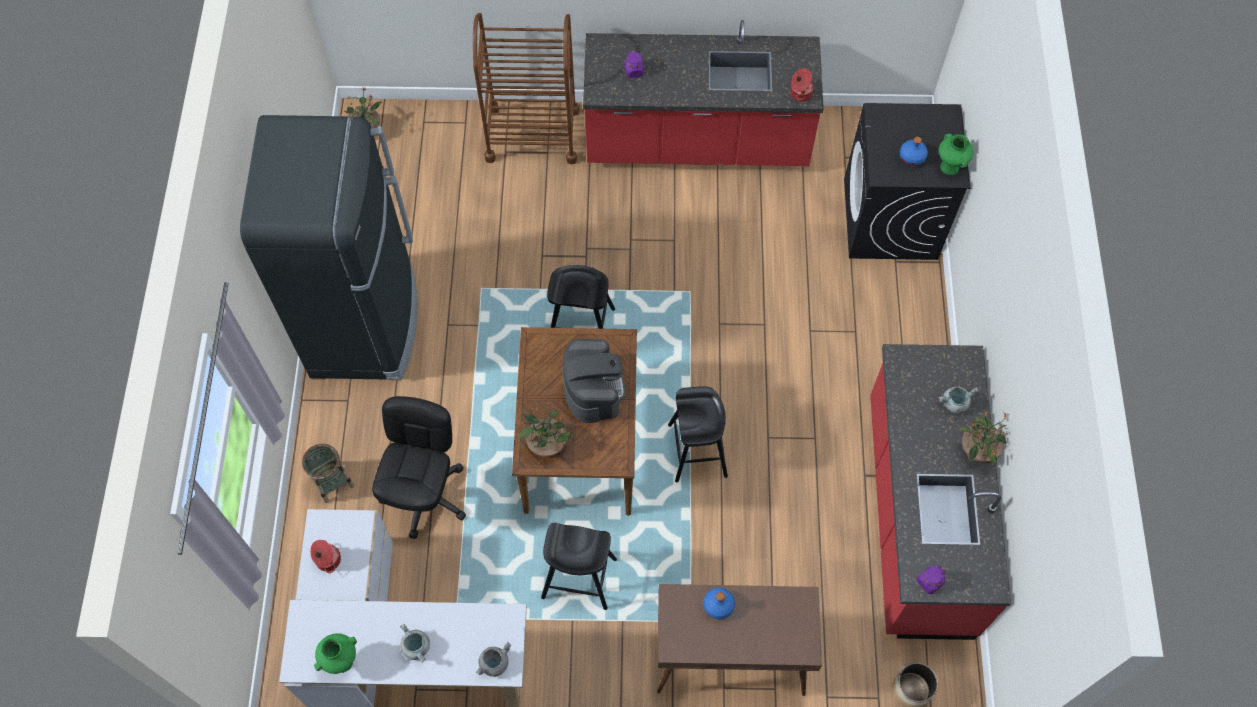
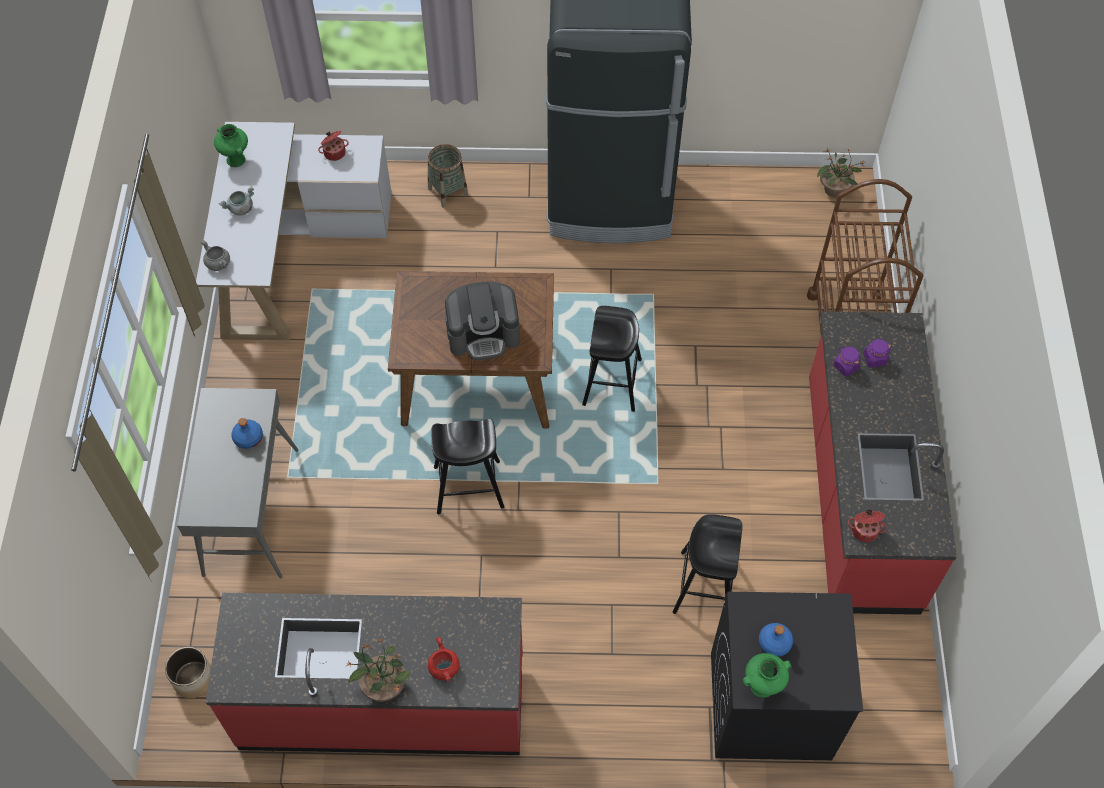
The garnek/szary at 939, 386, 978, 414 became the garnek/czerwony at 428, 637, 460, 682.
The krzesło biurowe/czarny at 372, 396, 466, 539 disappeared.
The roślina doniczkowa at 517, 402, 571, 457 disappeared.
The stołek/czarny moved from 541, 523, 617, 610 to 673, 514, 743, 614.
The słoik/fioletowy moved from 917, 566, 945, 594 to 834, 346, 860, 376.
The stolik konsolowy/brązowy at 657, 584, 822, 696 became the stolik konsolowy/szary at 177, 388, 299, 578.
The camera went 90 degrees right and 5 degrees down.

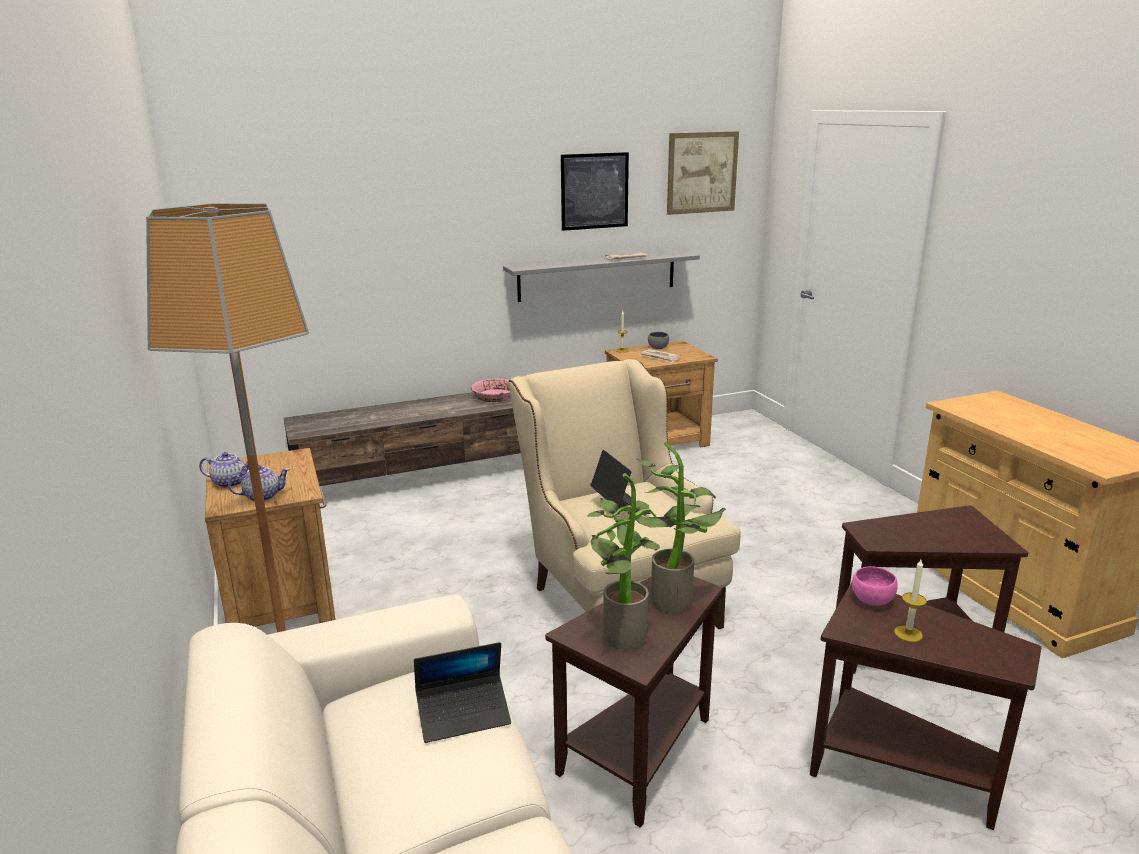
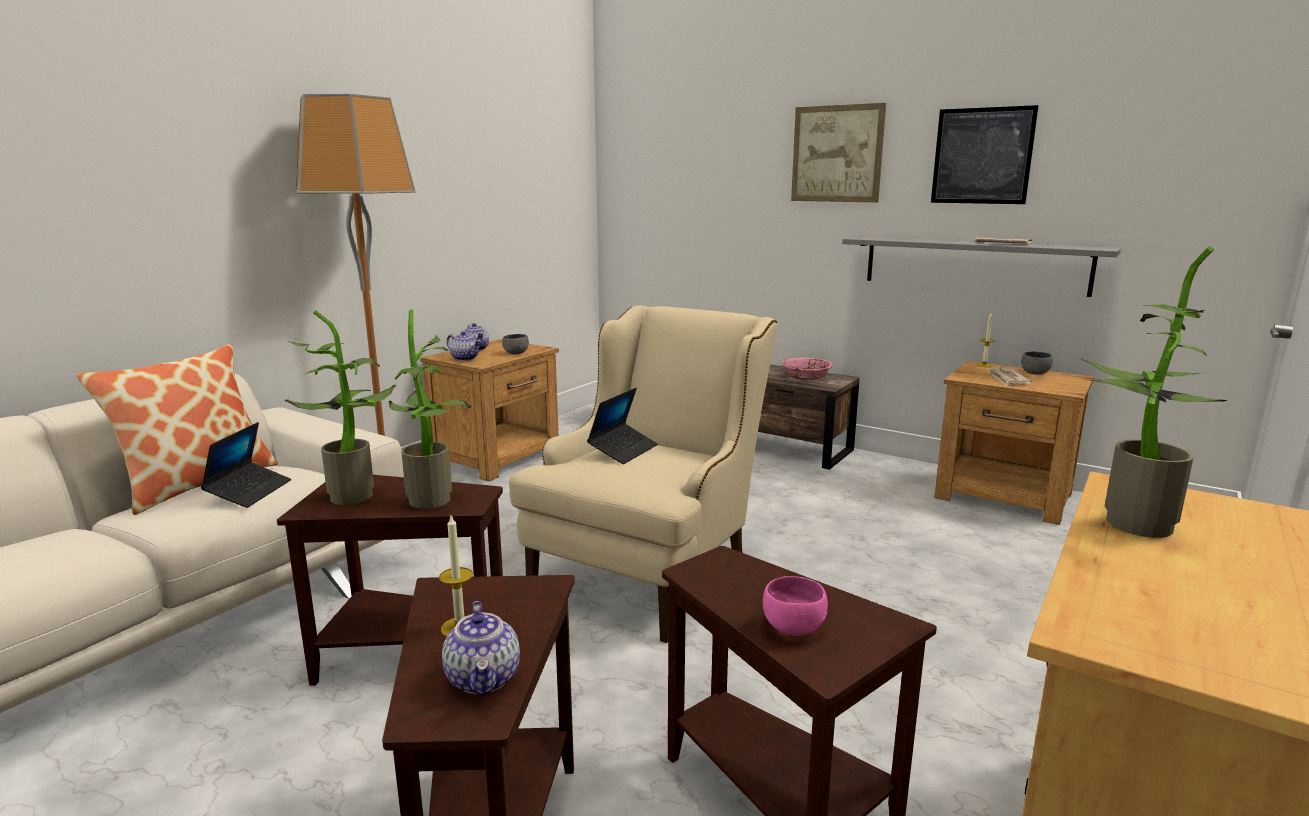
The obraz moved from 667, 131, 739, 215 to 791, 103, 886, 202.
The miska/różowy moved from 852, 566, 898, 606 to 763, 576, 828, 636.
The laptop at 414, 642, 511, 743 turned 120 degrees counterclockwise.
The roślina doniczkowa at 1080, 246, 1228, 538 appeared.
The miska/szary at 502, 334, 529, 354 appeared.
The poduszka at 76, 344, 278, 515 appeared.
The imbryk at 442, 601, 520, 696 appeared.
The camera went 55 degrees right and 5 degrees down.

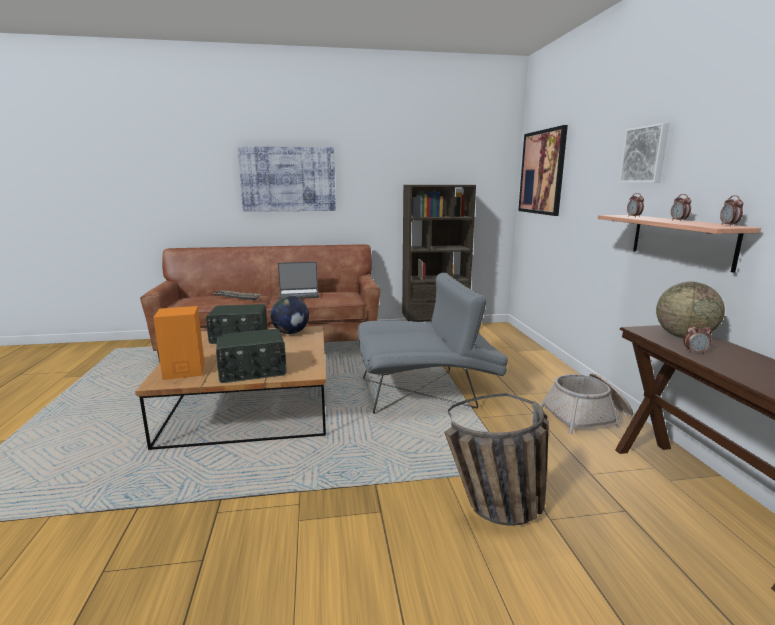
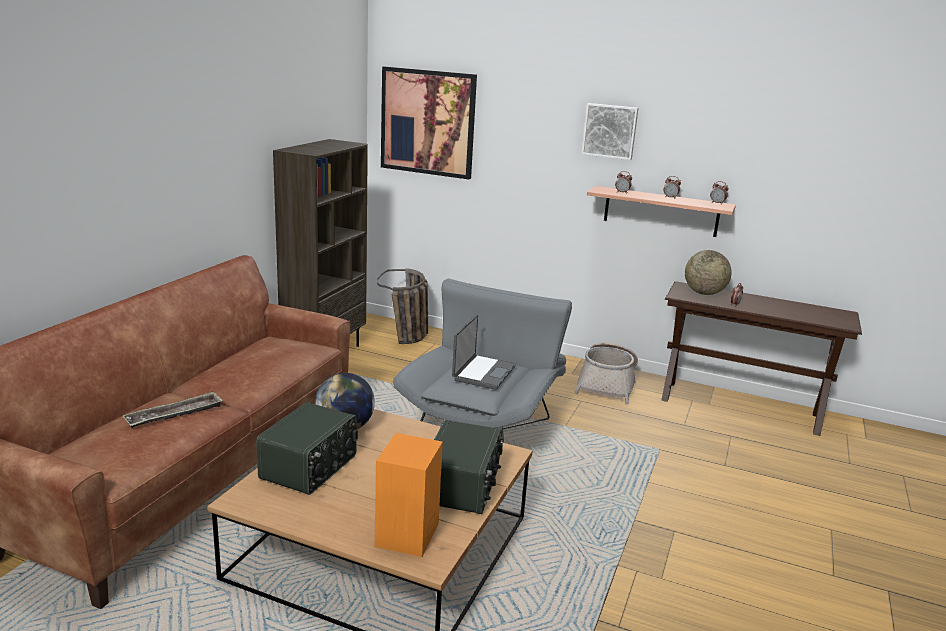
The obraz at 237, 146, 336, 212 disappeared.
The laptop moved from 278, 262, 319, 299 to 452, 315, 516, 390.
The koszyk moved from 444, 393, 549, 526 to 377, 268, 428, 344.
The camera went 60 degrees left and 5 degrees up.

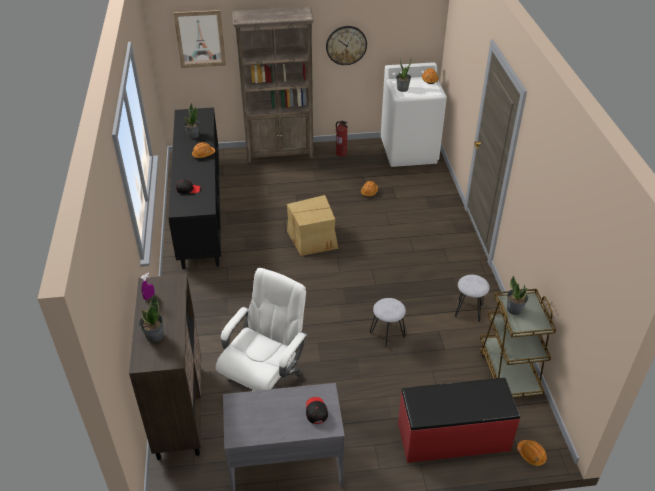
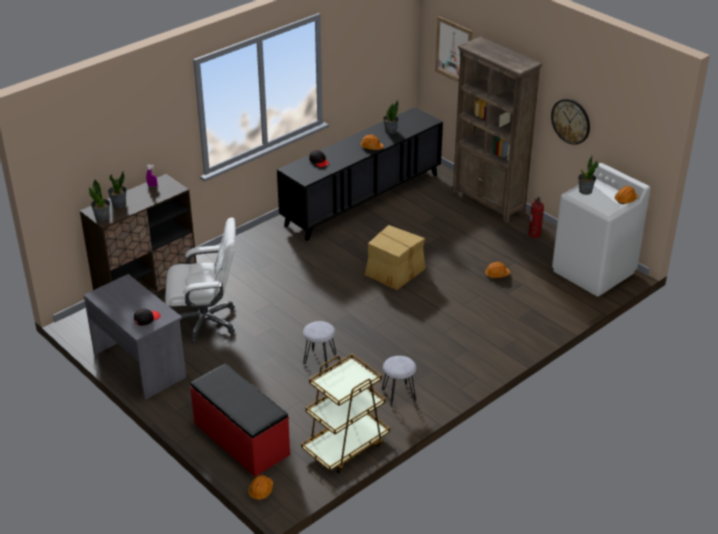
The roślina doniczkowa moved from 507, 276, 528, 315 to 89, 179, 110, 222.
The camera went 55 degrees right and 5 degrees down.

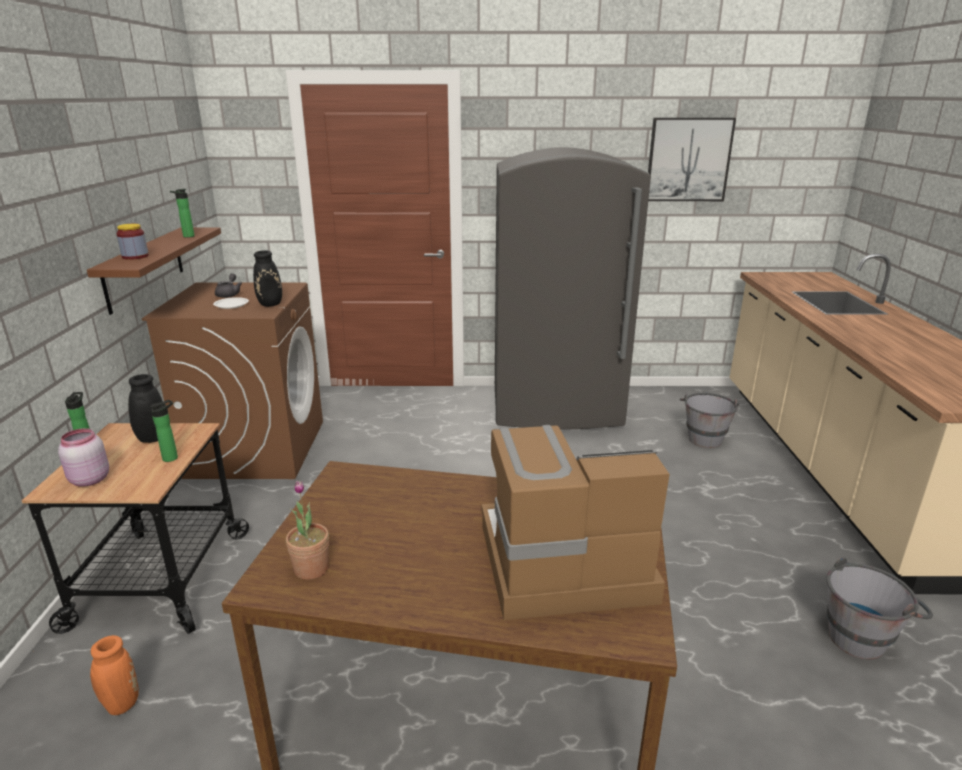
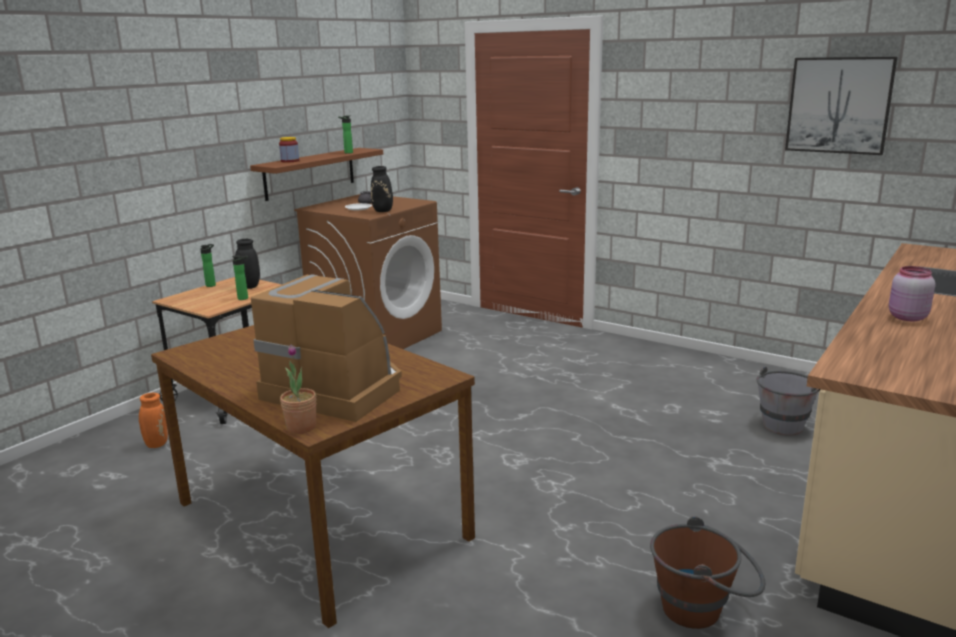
The lodówka/szary at 495, 147, 651, 429 disappeared.
The słoik/różowy moved from 58, 428, 109, 487 to 889, 266, 935, 321.
The roślina doniczkowa moved from 286, 480, 329, 580 to 280, 344, 316, 434.
The wiadro/szary at 826, 557, 933, 659 became the wiadro/brązowy at 650, 516, 765, 629.
The camera went 35 degrees right and 5 degrees down.

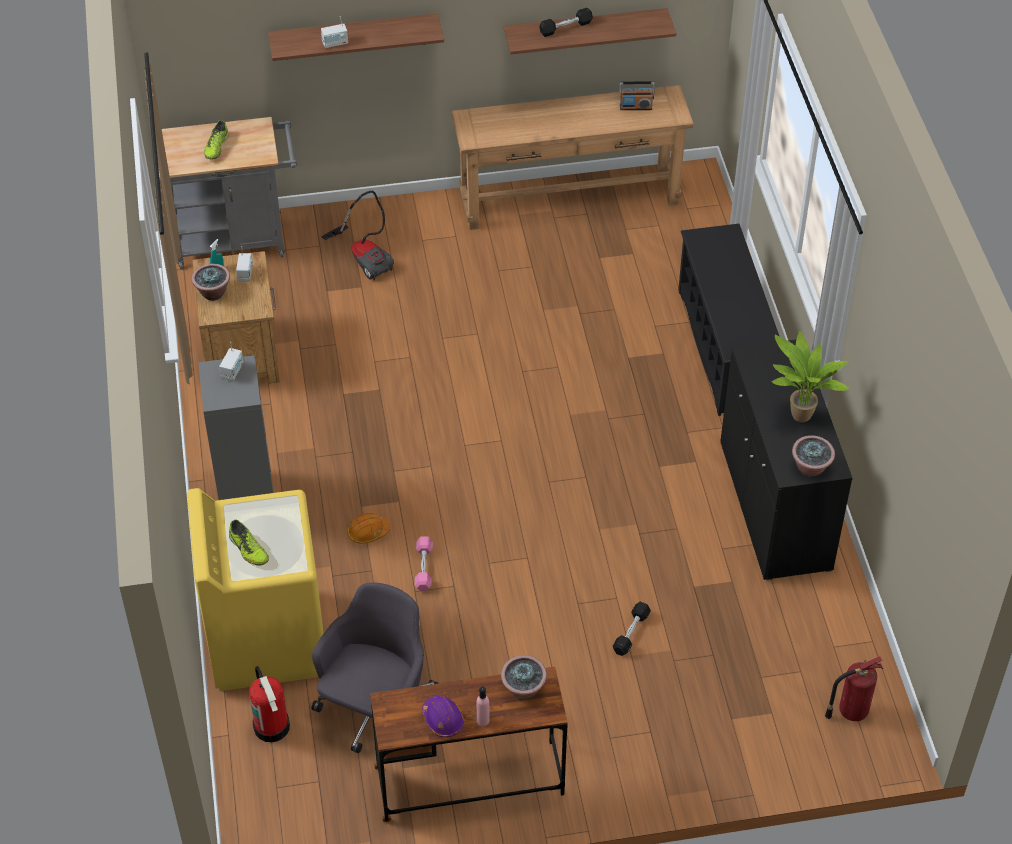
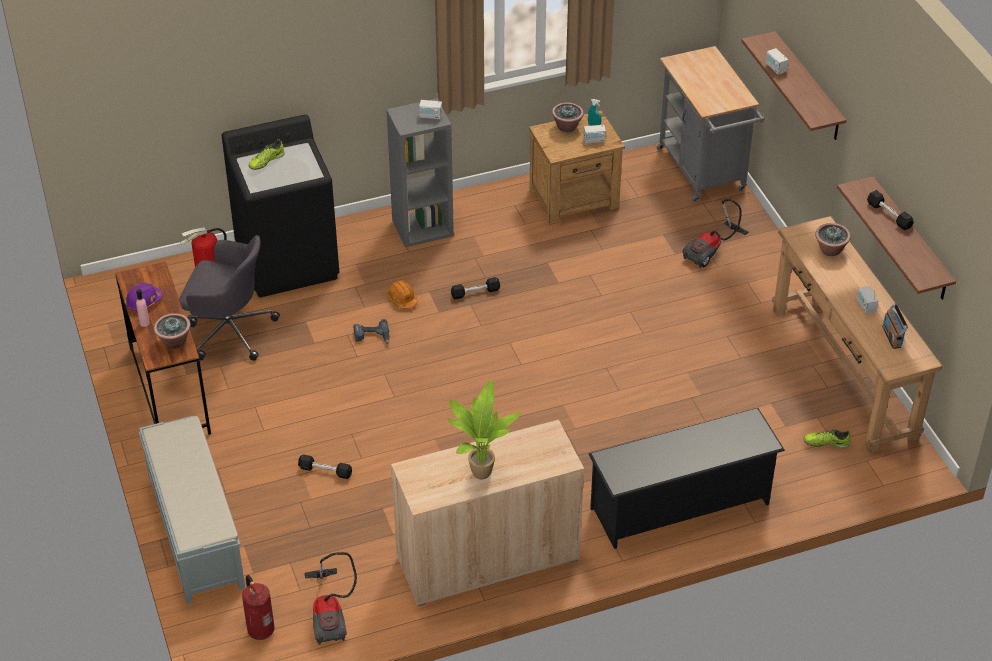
The but moved from 204, 120, 229, 160 to 804, 429, 851, 448.
The szafka/czarny at 720, 339, 852, 581 became the szafka/beżowy at 391, 420, 584, 606.
The roślina doniczkowa moved from 792, 435, 835, 477 to 815, 223, 851, 256.
The pralka/żółty at 187, 488, 324, 691 became the pralka/czarny at 221, 115, 339, 297.
The hantel/różowy at 415, 537, 433, 591 was replaced by the wiertarka at 353, 319, 390, 344.
The hantel/czarny at 451, 277, 500, 299 appeared.
The radio at 857, 286, 878, 314 appeared.
The ławka/szary at 139, 416, 245, 604 appeared.
The odkurzacz at 304, 552, 357, 644 appeared.
The camera went 80 degrees right and 5 degrees down.

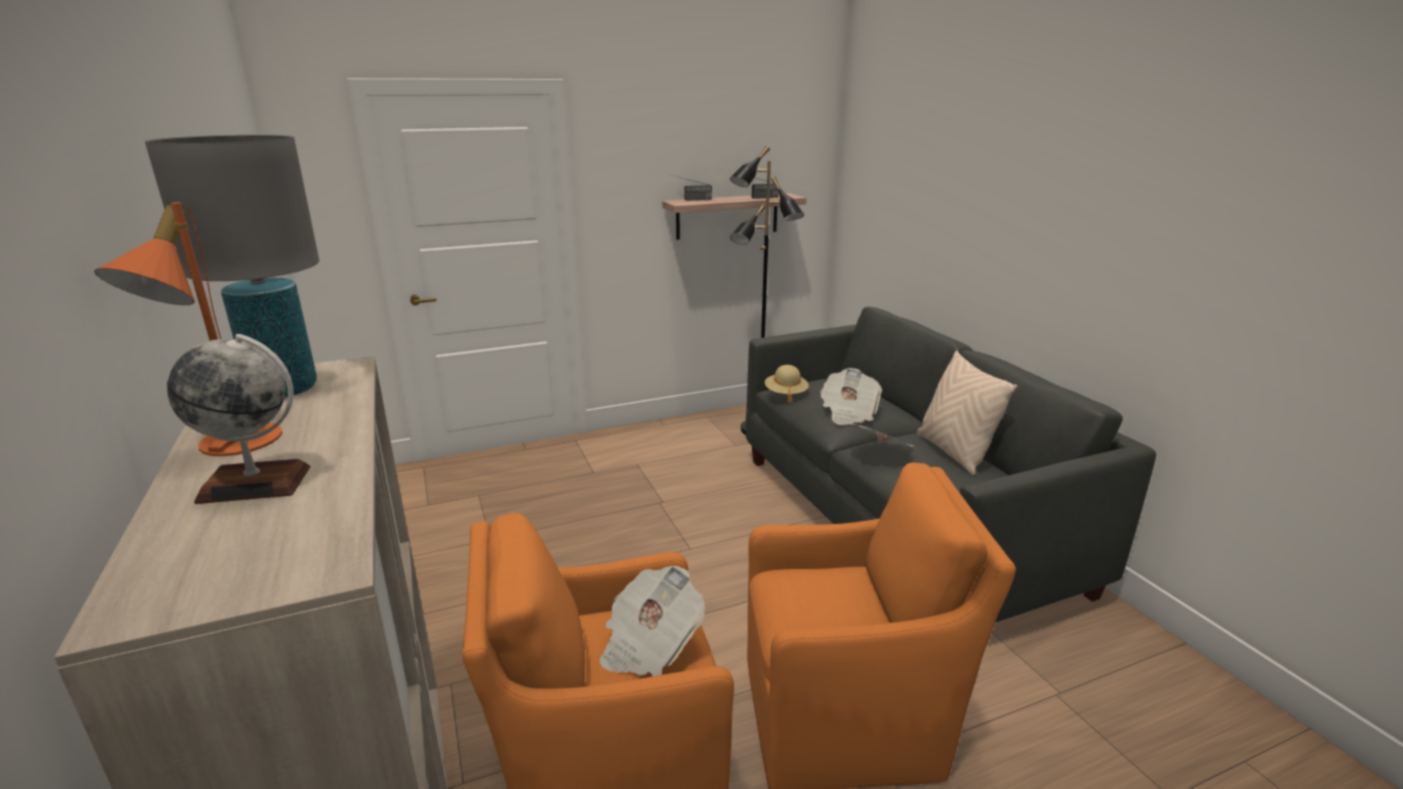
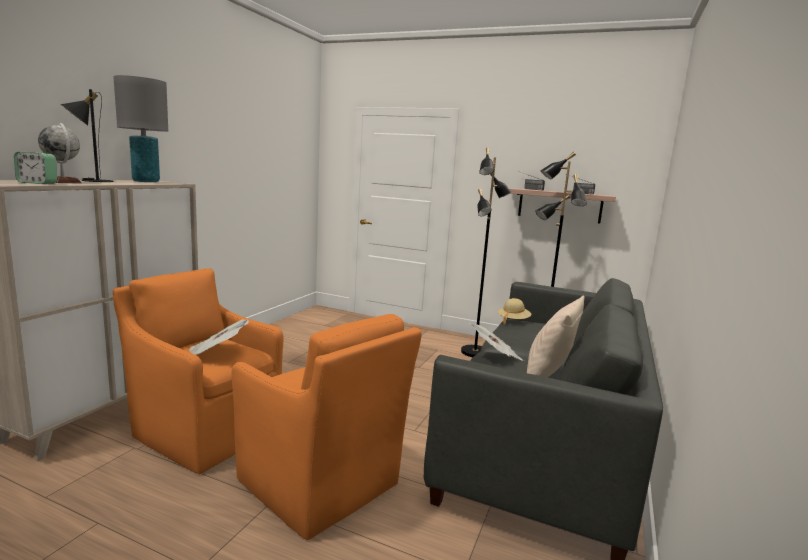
The lampa stołowa/pomarańczowy at 94, 202, 282, 456 became the lampa stołowa/czarny at 61, 89, 113, 182.
The gazeta at 820, 368, 882, 425 disappeared.
The lampa stojąca/czarny at 461, 147, 512, 357 appeared.
The budzik at 14, 151, 57, 184 appeared.
The camera went 45 degrees right and 10 degrees down.

